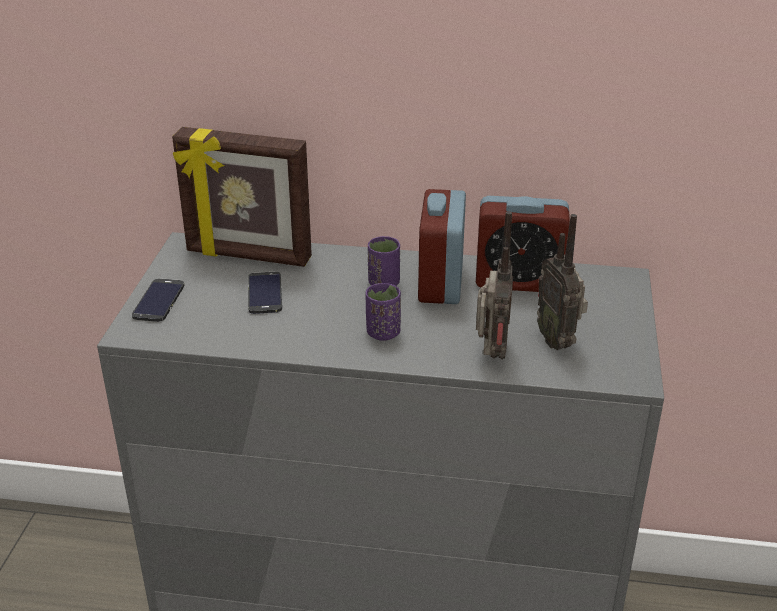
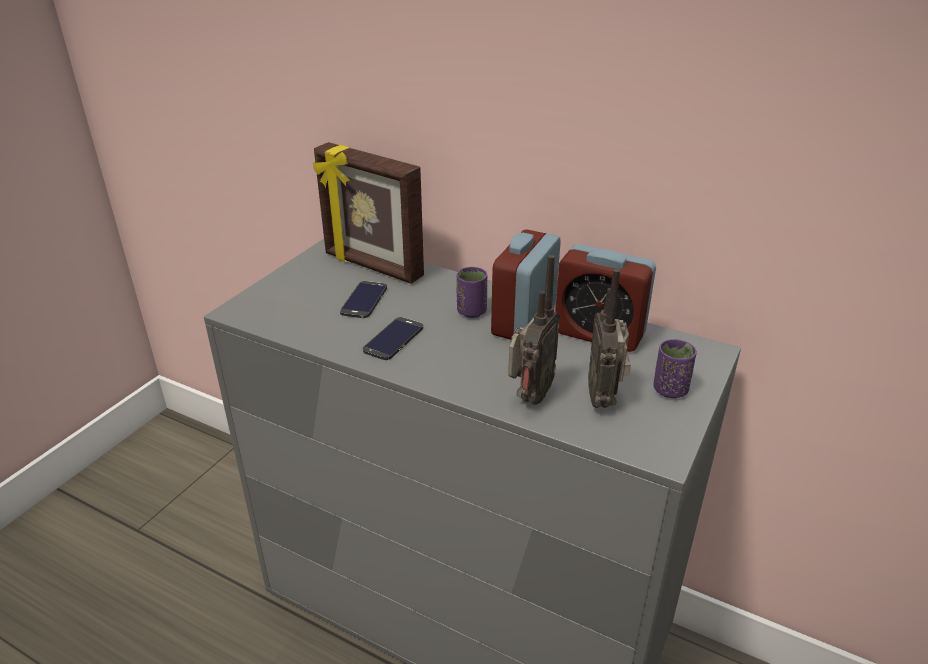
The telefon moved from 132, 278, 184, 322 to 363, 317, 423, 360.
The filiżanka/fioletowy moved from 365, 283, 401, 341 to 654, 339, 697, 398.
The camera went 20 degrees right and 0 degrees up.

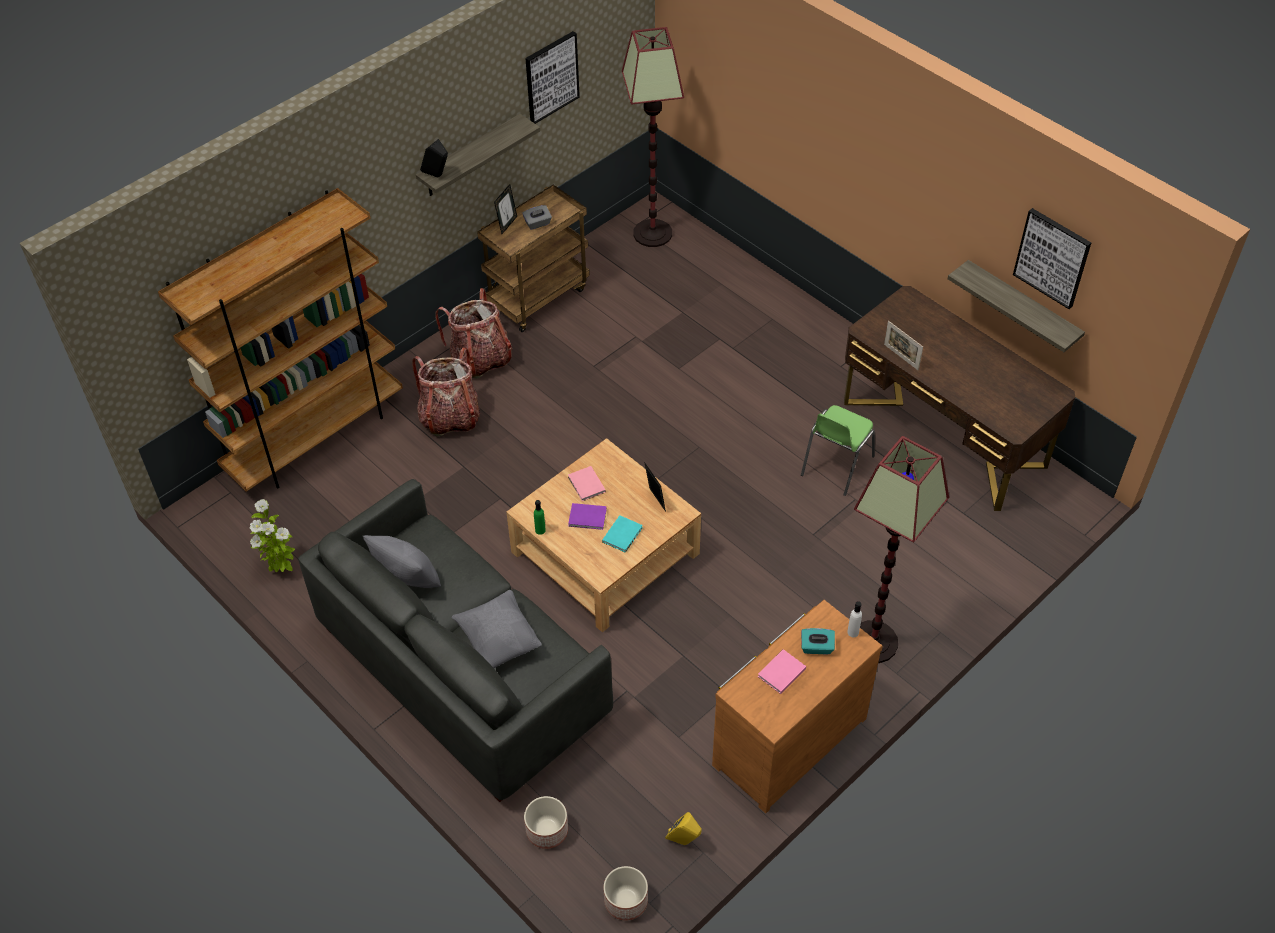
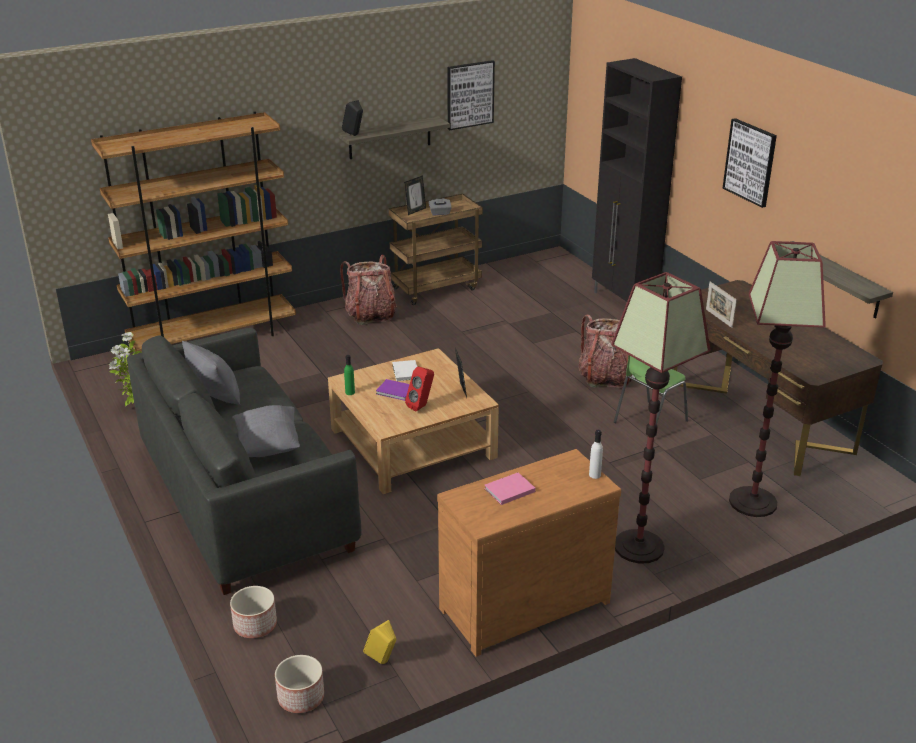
The lampa stojąca moved from 622, 27, 684, 247 to 729, 241, 826, 517.
The obraz moved from 1013, 208, 1091, 309 to 723, 118, 777, 208.
The plecak moved from 412, 347, 480, 436 to 578, 315, 632, 388.
The książka/różowy at 568, 466, 606, 501 became the książka/biały at 392, 360, 417, 381.
The książka/turkusowy at 602, 515, 643, 553 was replaced by the głośnik/czerwony at 405, 367, 434, 412.
The pudełko chusteczek/turkusowy at 801, 628, 835, 654 disappeared.
The szafka/czarny at 592, 58, 682, 302 appeared.
The camera went 15 degrees right and 20 degrees down.

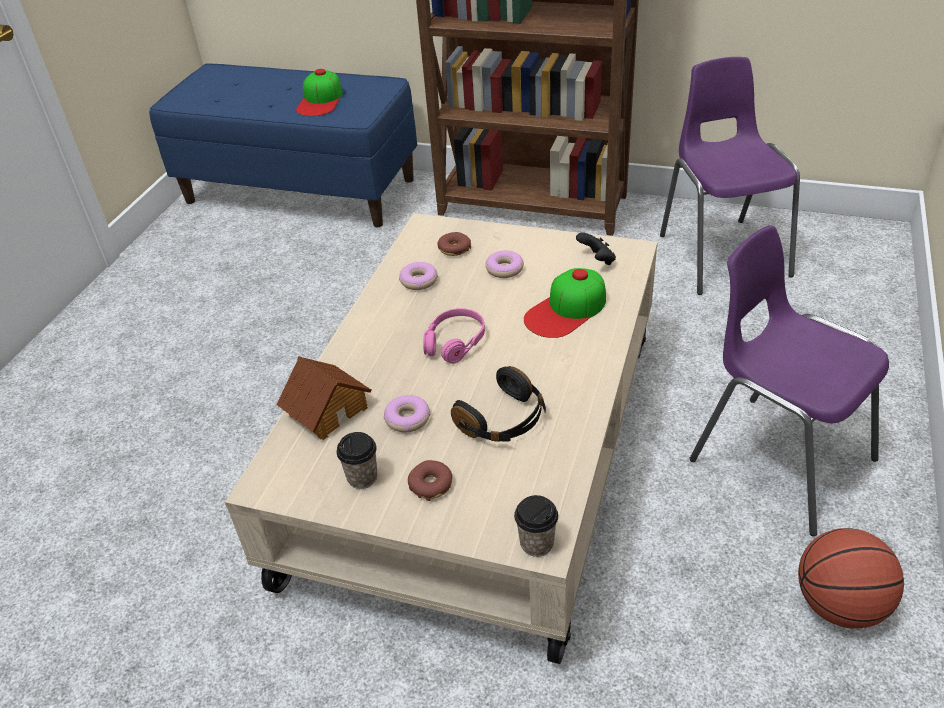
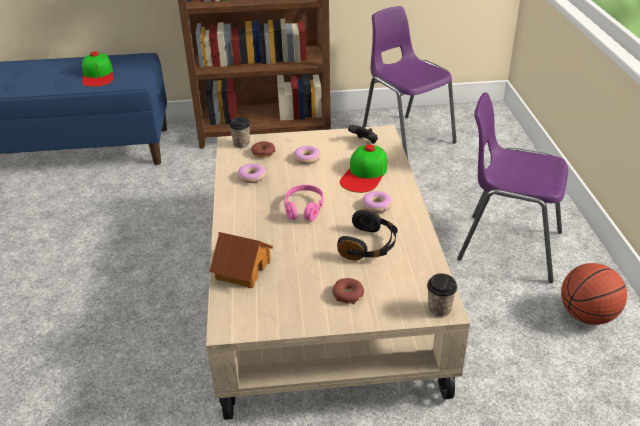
The donut moved from 384, 395, 430, 432 to 362, 191, 392, 213.
The filiżanka moved from 336, 432, 377, 489 to 229, 117, 250, 148.
The camera went 25 degrees left and 5 degrees down.

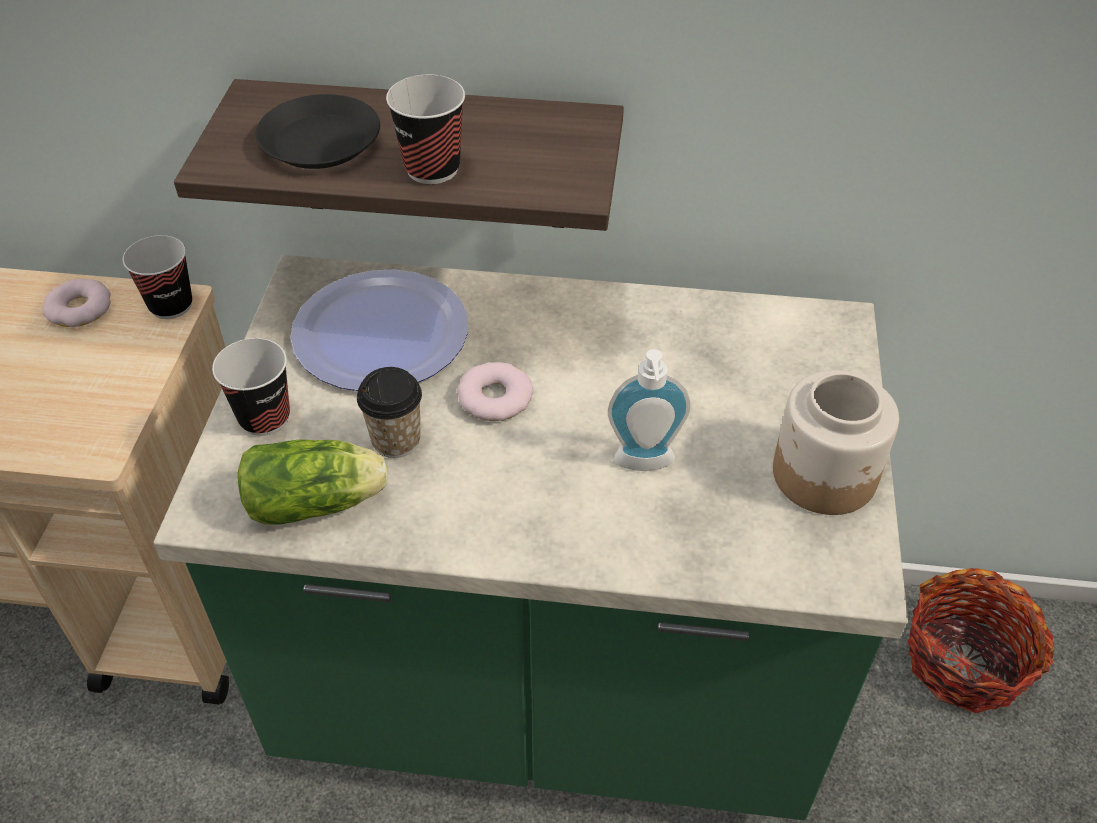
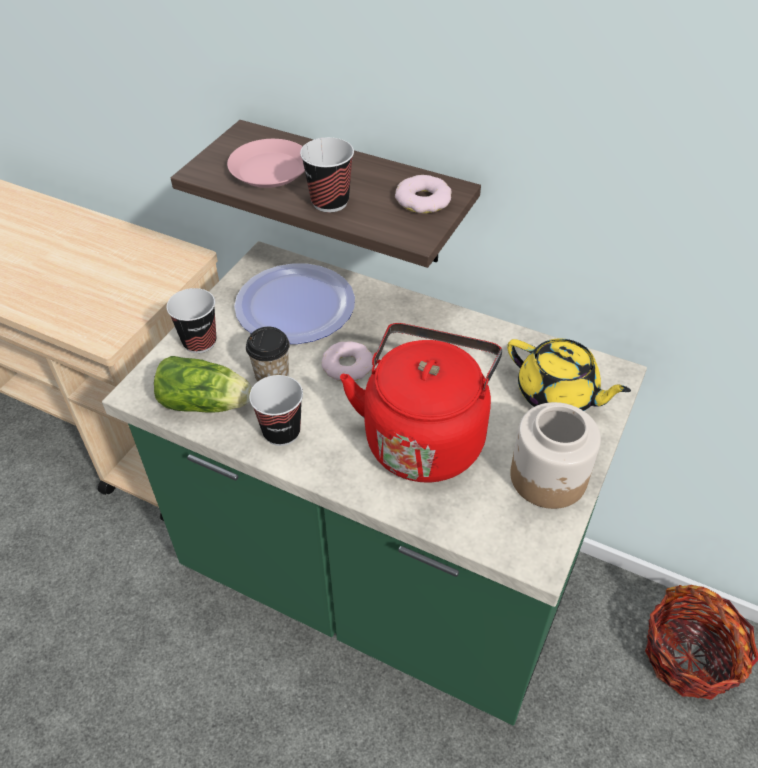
The talerz/czarny at 256, 94, 380, 169 became the talerz/różowy at 227, 139, 305, 188.
The filiżanka moved from 123, 235, 192, 319 to 249, 375, 303, 446.
The donut moved from 42, 279, 111, 327 to 395, 175, 452, 213.
The dozownik mydła at 608, 349, 690, 471 was replaced by the czajnik/czerwony at 340, 323, 502, 483.
The imbryk/żółty at 507, 338, 631, 411 appeared.
The camera went 20 degrees right and 0 degrees up.

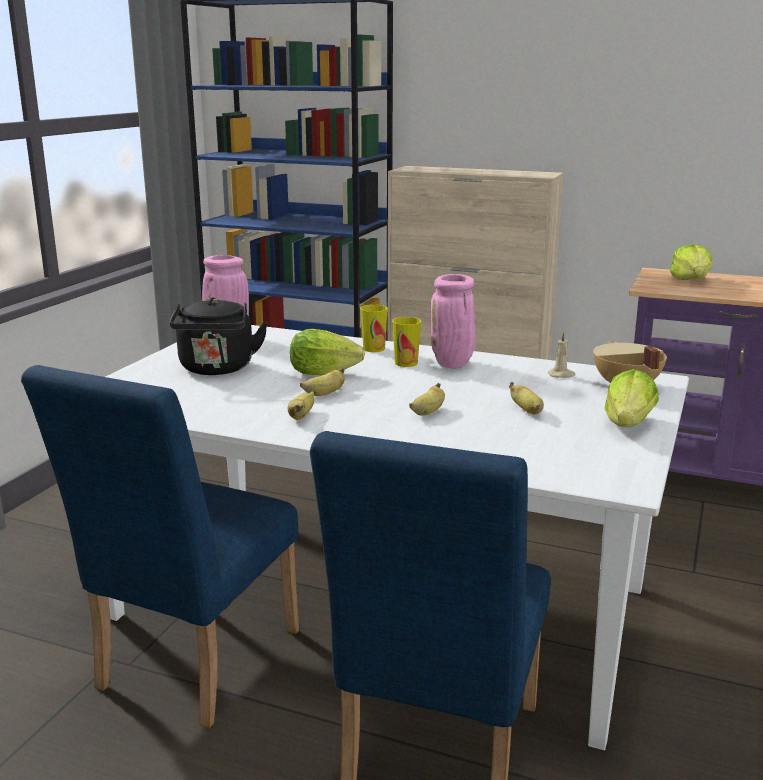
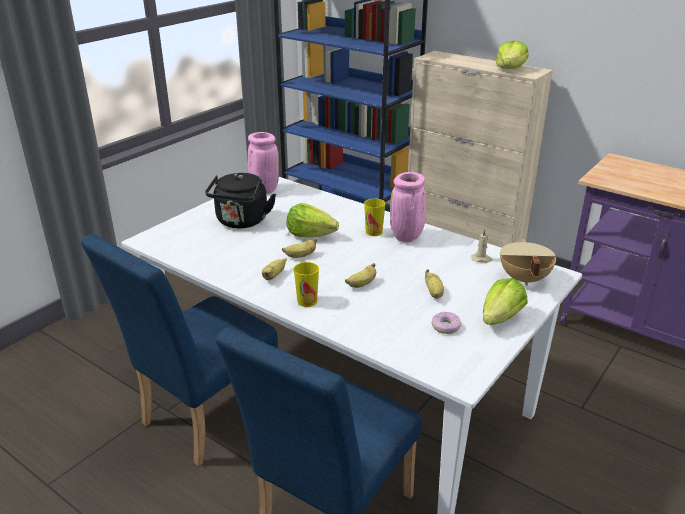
The sałata moved from 670, 244, 713, 280 to 496, 41, 528, 69.
The filiżanka moved from 360, 305, 388, 352 to 293, 262, 319, 307.
The donut at 432, 312, 461, 334 appeared.
The camera went 15 degrees right and 10 degrees up.

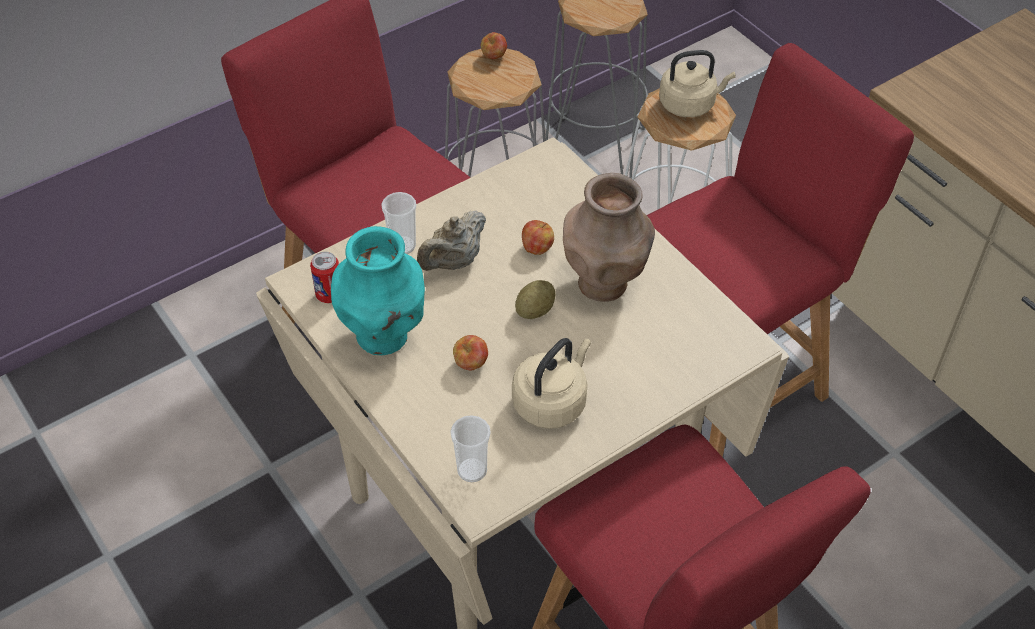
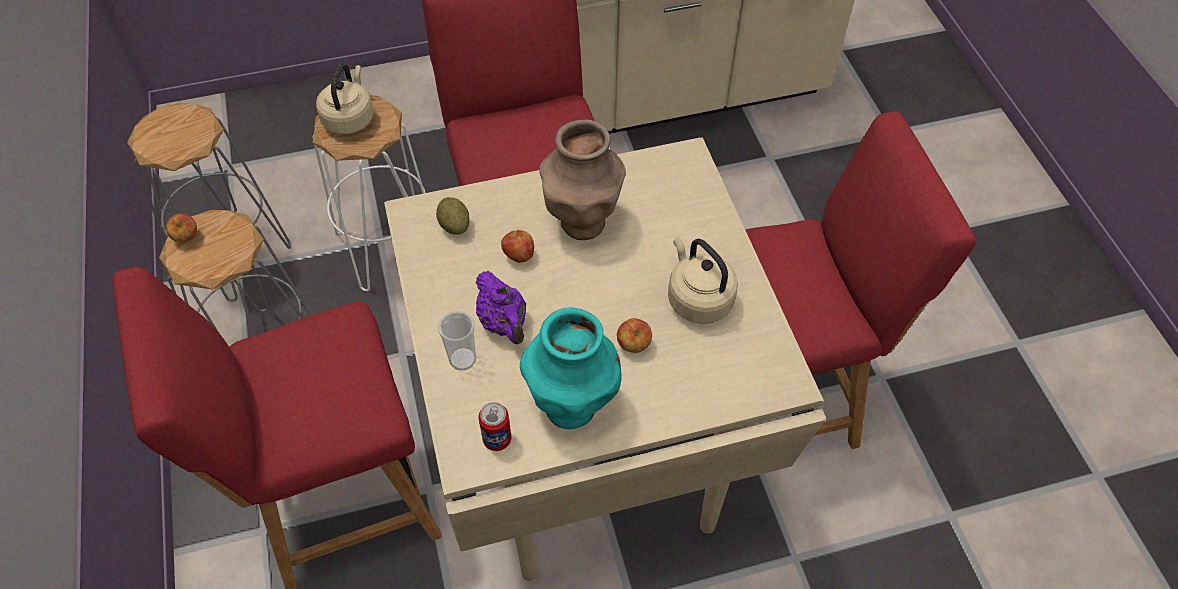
The imbryk/beżowy at 417, 211, 486, 271 became the imbryk/fioletowy at 476, 271, 526, 344.
The ziemniak moved from 515, 280, 555, 319 to 436, 197, 470, 235.
The filiżanka at 450, 415, 491, 482 disappeared.
The camera went 70 degrees left and 5 degrees up.

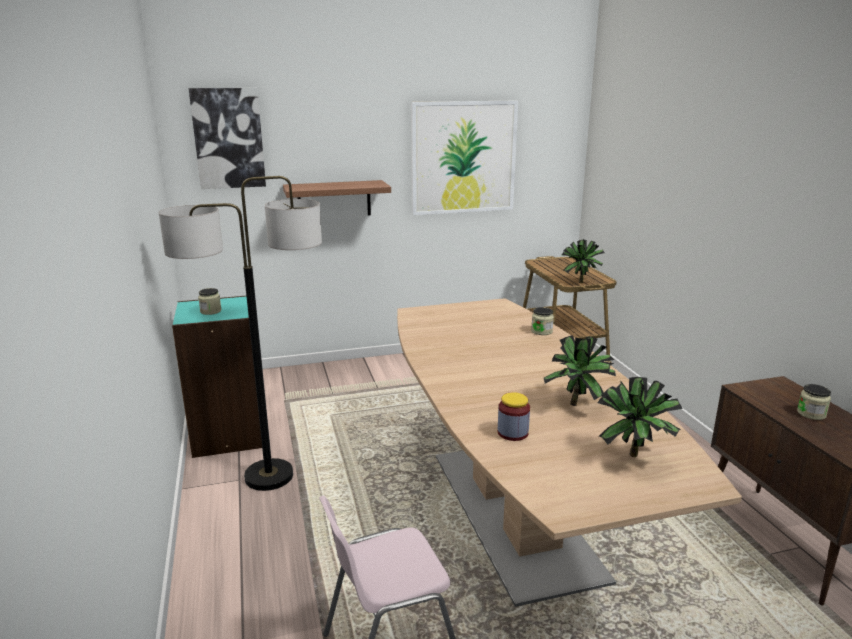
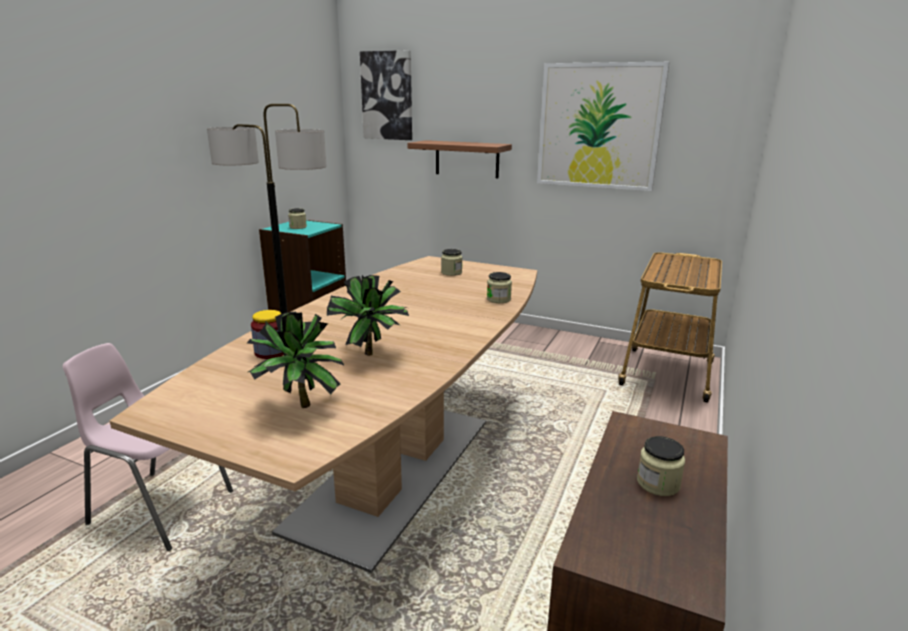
The roślina doniczkowa at 562, 239, 605, 283 disappeared.
The słoik at 441, 249, 462, 276 appeared.
The camera went 40 degrees right and 0 degrees up.

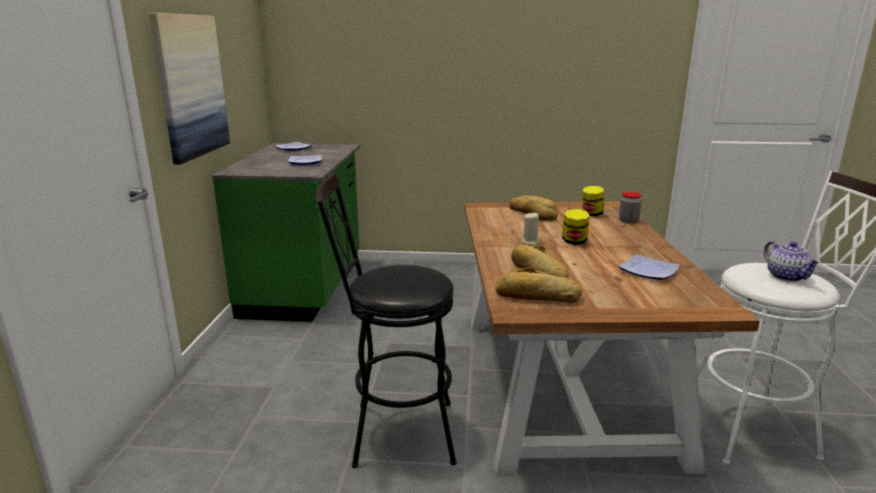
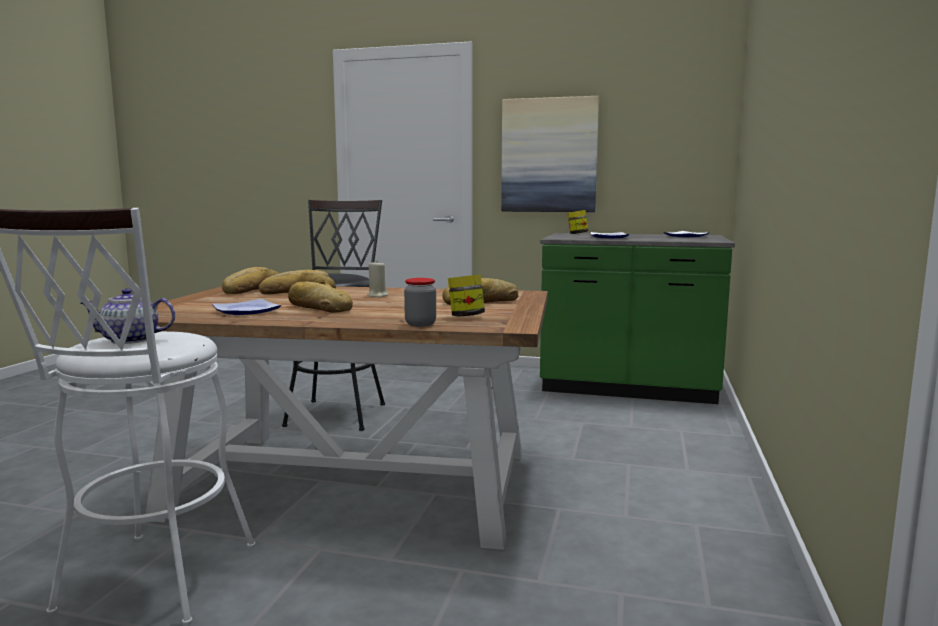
The słoik moved from 562, 209, 590, 245 to 567, 210, 588, 234.
The chleb at 288, 281, 353, 313 appeared.
The camera went 100 degrees right and 10 degrees down.

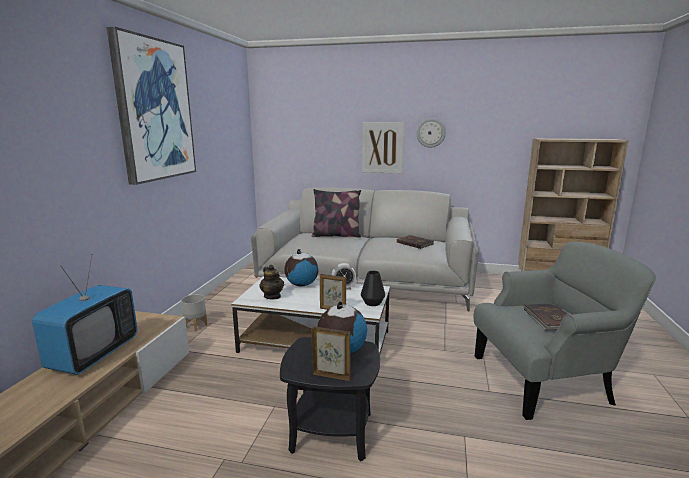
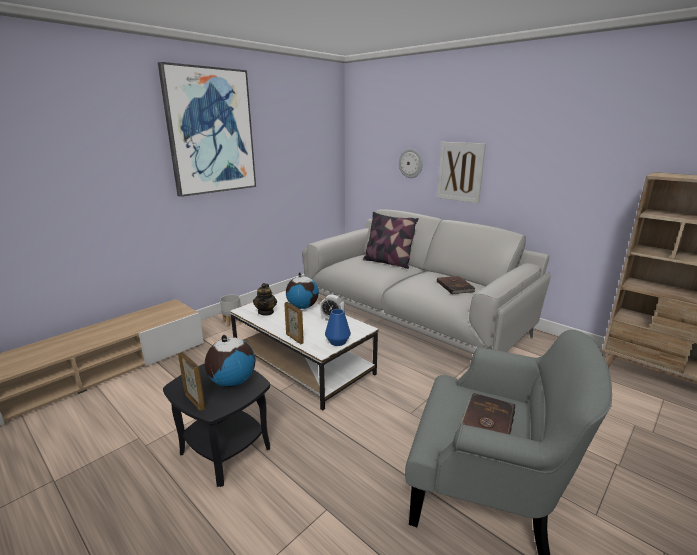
The zegar ścienny moved from 417, 118, 446, 148 to 399, 148, 423, 178.
The telewizor at 32, 254, 138, 375 disappeared.
The wazon/czarny at 361, 271, 385, 306 became the wazon/niebieski at 325, 309, 351, 346.
The camera went 30 degrees right and 5 degrees up.

